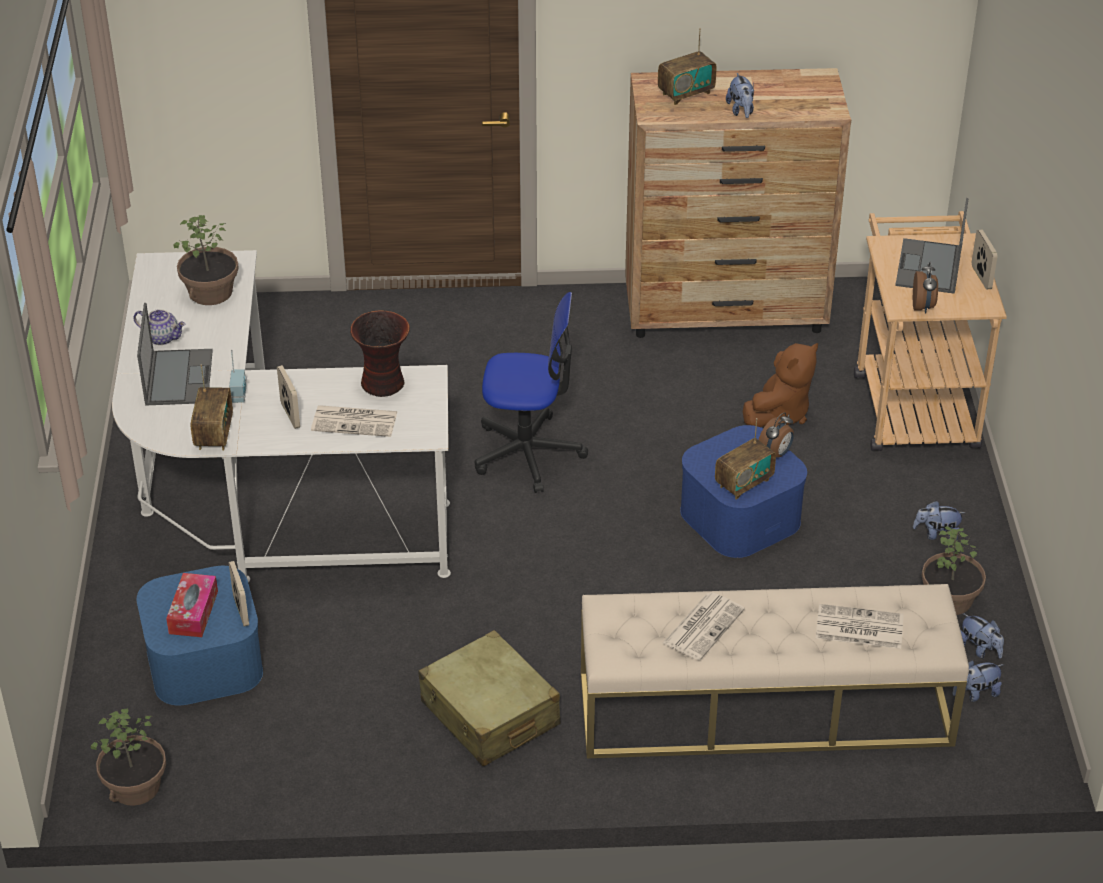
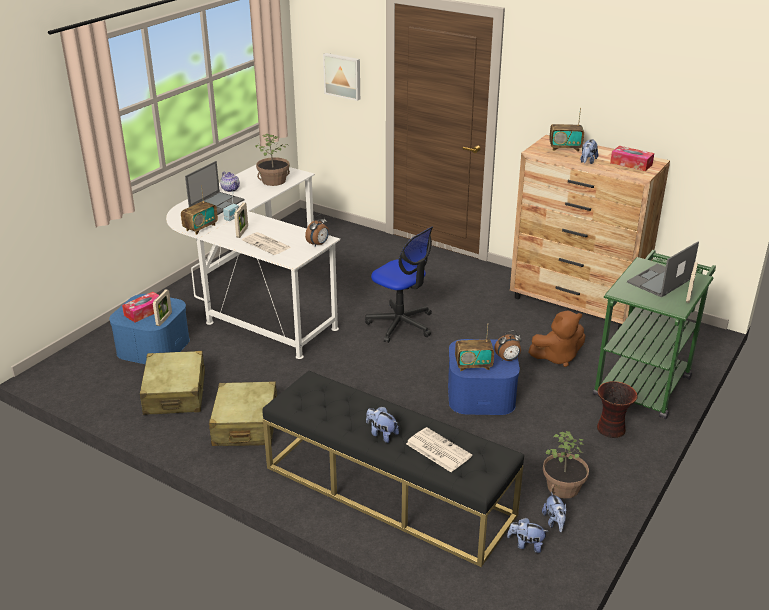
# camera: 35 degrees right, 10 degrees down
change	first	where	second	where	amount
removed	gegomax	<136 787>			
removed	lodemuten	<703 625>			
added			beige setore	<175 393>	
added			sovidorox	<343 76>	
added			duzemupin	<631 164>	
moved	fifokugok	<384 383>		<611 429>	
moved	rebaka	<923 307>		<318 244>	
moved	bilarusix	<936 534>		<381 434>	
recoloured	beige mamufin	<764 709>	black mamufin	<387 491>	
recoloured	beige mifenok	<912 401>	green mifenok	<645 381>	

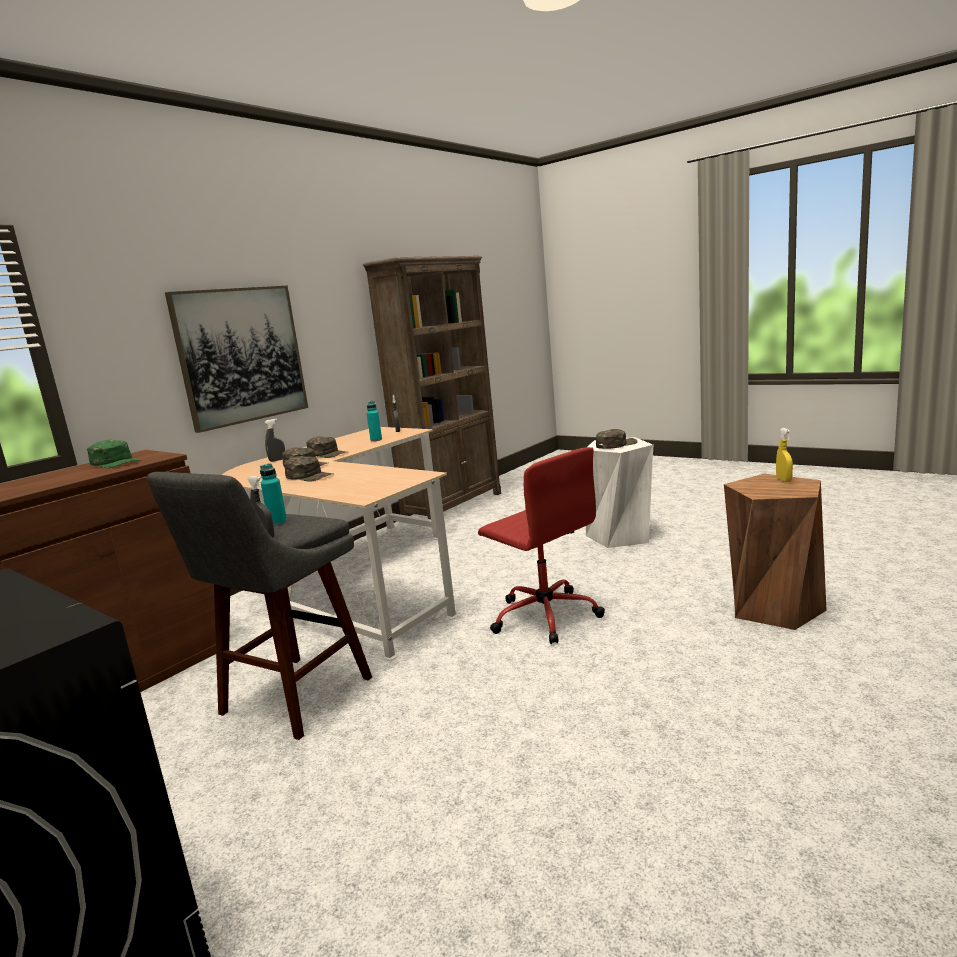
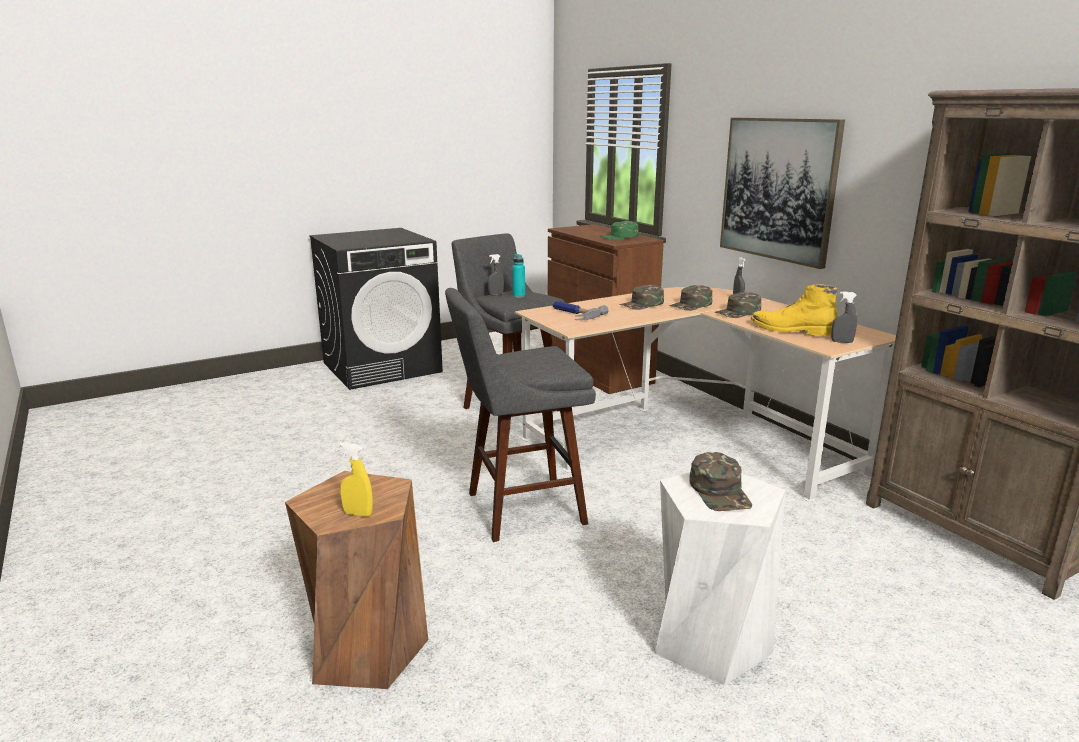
# camera: 110 degrees right, 5 degrees up
change	first	where	second	where	amount
added			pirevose	<573 314>	
replaced	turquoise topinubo	<376 440>	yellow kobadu	<790 330>	
replaced	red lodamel	<544 615>	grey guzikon	<519 509>	

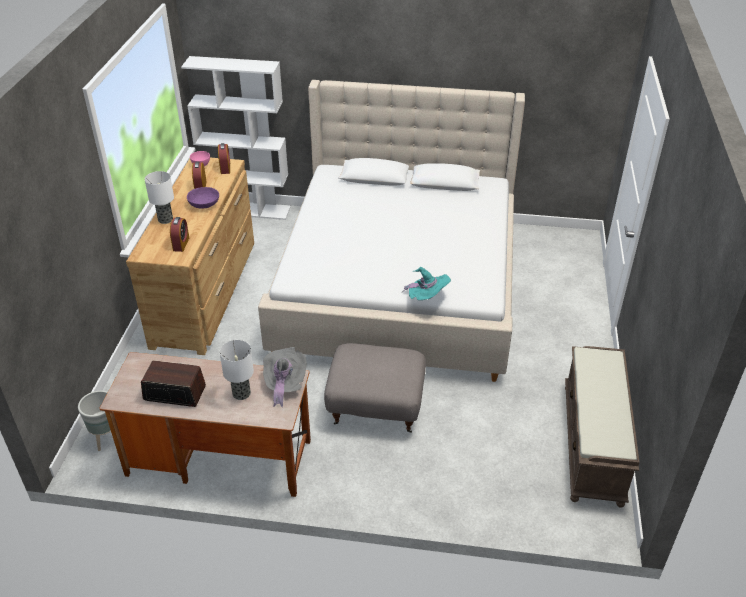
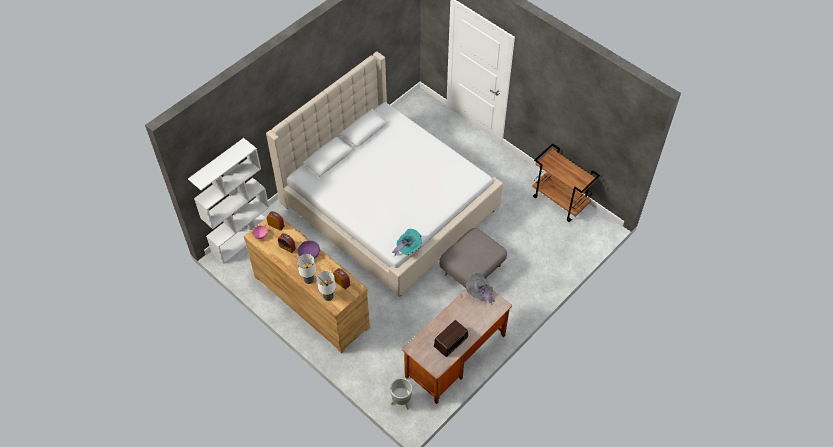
# camera: 55 degrees left, 15 degrees up
change	first	where	second	where	amount
moved	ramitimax	<241 394>		<328 296>	
moved	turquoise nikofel	<427 298>		<408 247>	
replaced	brown mamufin	<593 444>	brown mifenok	<560 201>	

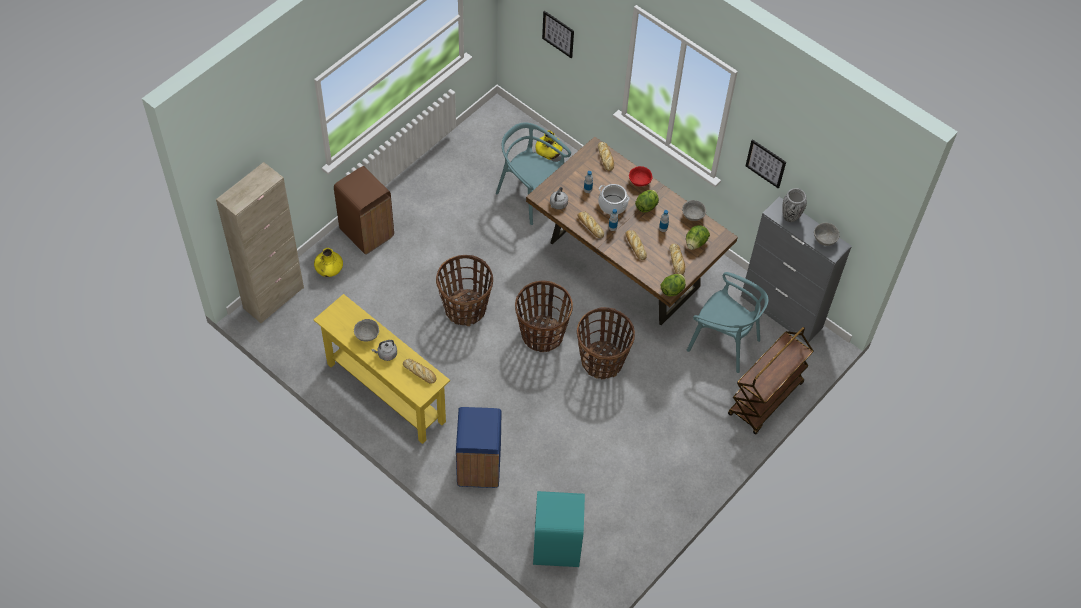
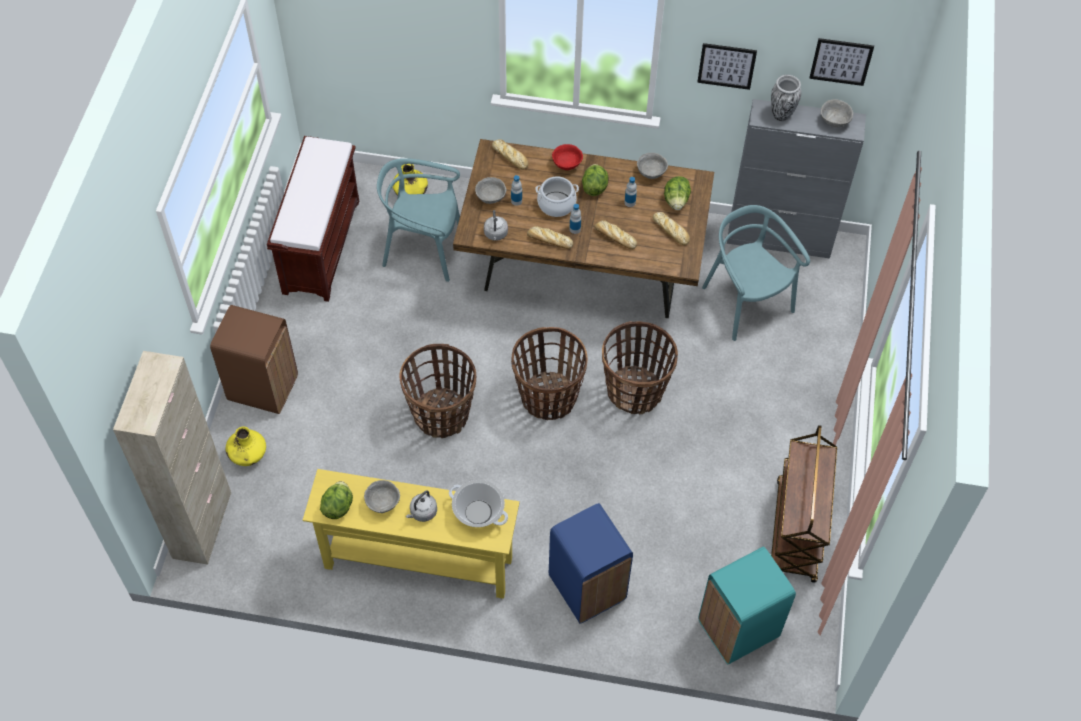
# camera: 30 degrees left, 0 degrees up
change	first	where	second	where	amount
added			brown mamufin	<321 245>	
added			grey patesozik	<490 198>	
moved	sovidorox	<558 34>		<841 61>	
moved	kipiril	<673 290>		<338 506>	
moved	brown mifenok	<765 400>		<796 532>	
replaced	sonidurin	<420 372>	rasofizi	<478 512>	
turned	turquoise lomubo	<723 342>		<746 302>	120 degrees counterclockwise

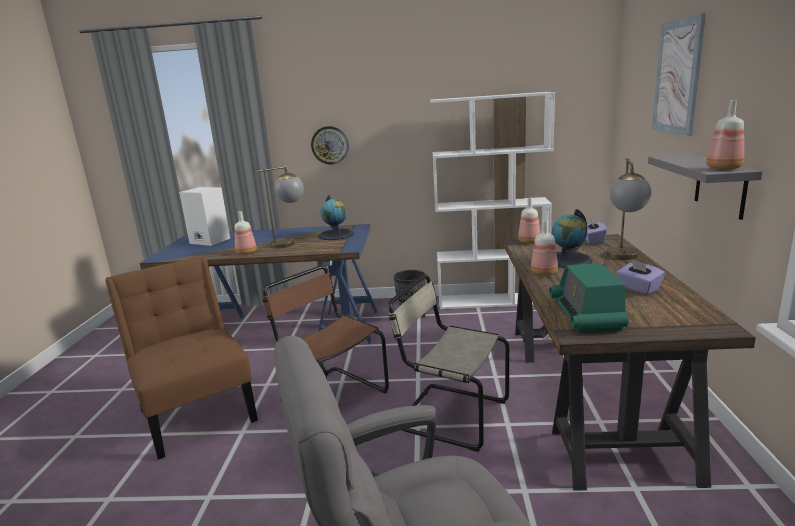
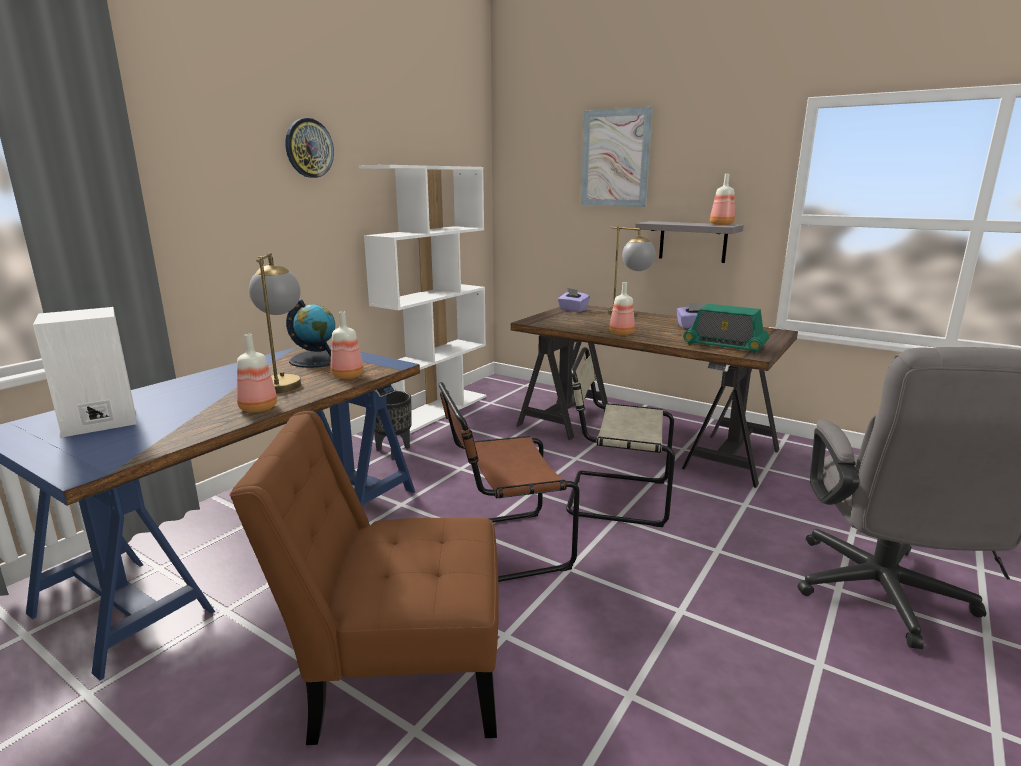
# camera: 60 degrees left, 0 degrees up
change	first	where	second	where	amount
removed	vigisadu	<568 260>			
moved	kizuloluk	<330 145>		<309 148>	
moved	topinubo	<529 241>		<347 375>	
turned	beige lomubo	<449 414>		<614 497>	45 degrees clockwise

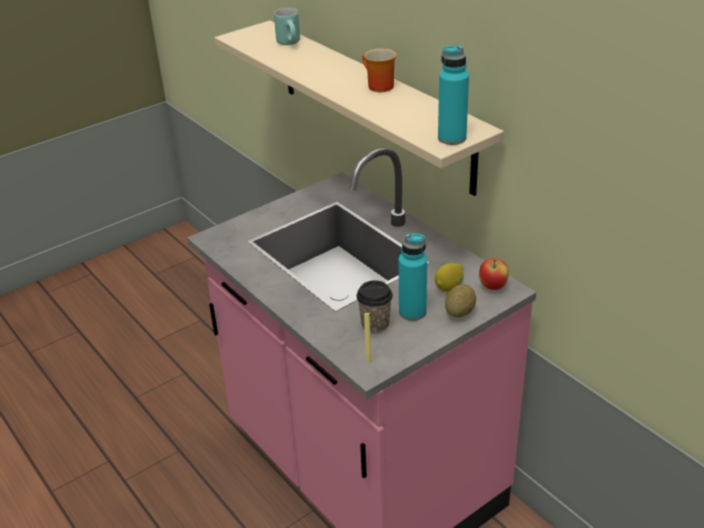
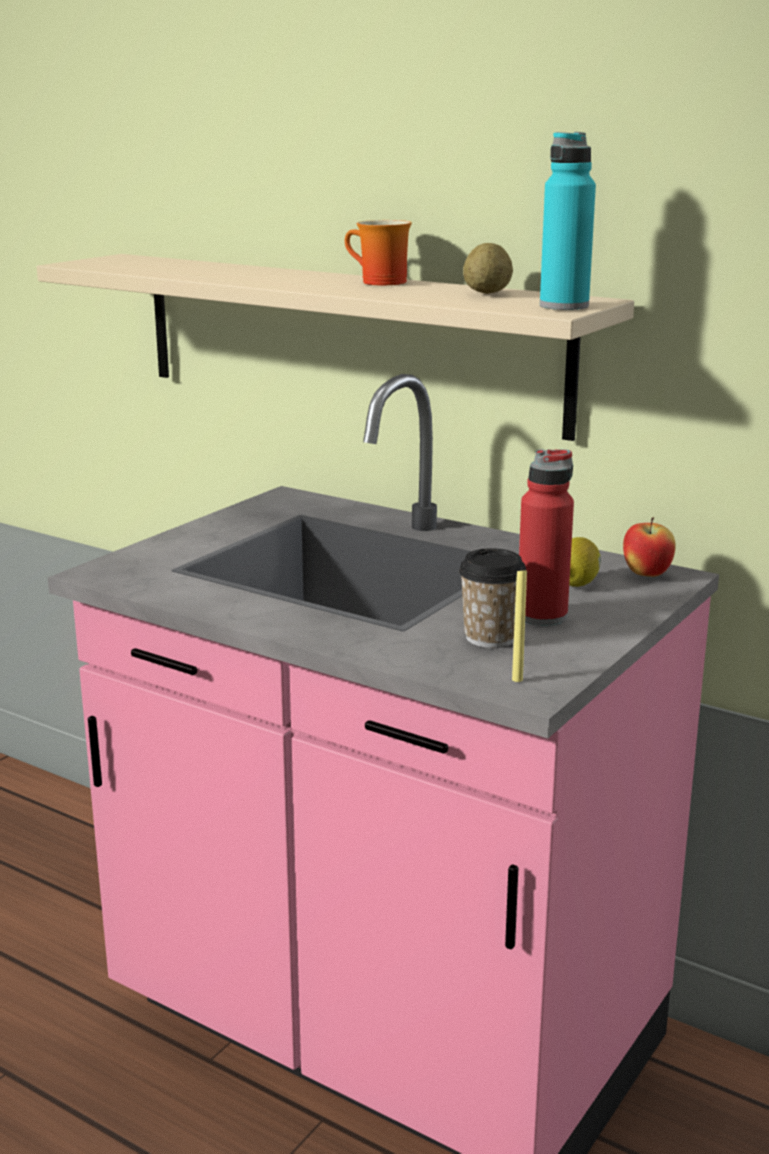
# camera: 20 degrees left, 15 degrees down
change	first	where	second	where	amount
removed	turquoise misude	<291 43>			
moved	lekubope	<459 312>		<487 293>	
recoloured	turquoise topinubo	<412 312>	red topinubo	<541 616>	

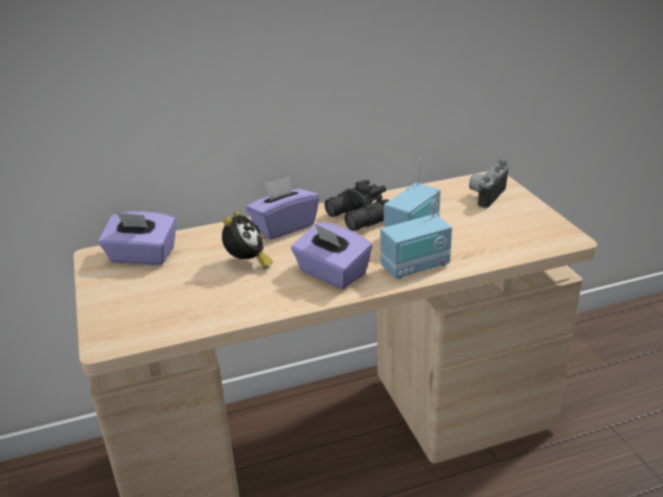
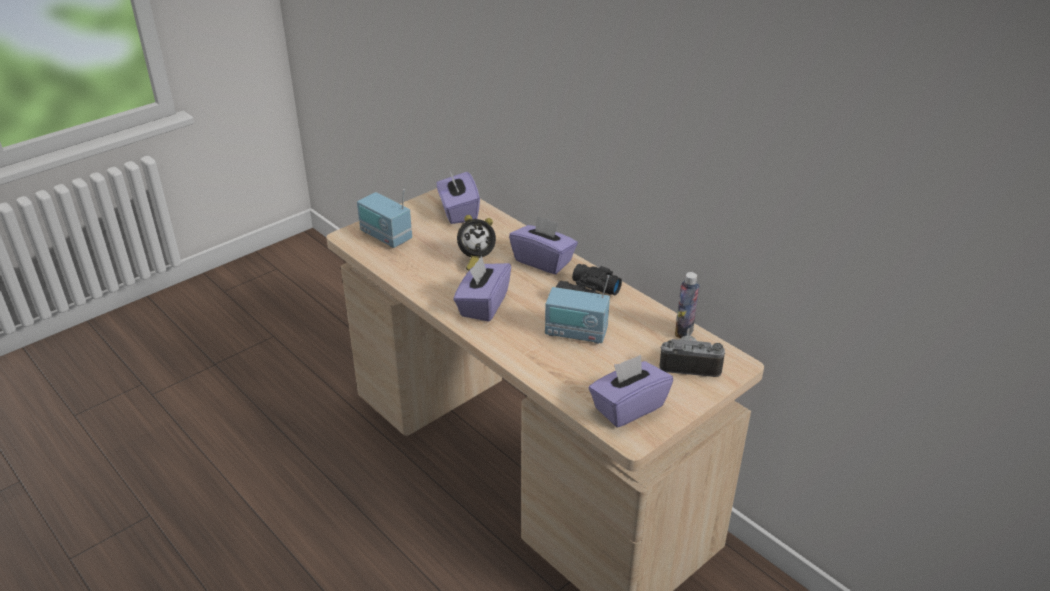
# camera: 65 degrees right, 5 degrees up
change	first	where	second	where	amount
added			purple duzemupin	<628 407>	
added			topinubo	<684 331>	
moved	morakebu	<415 267>		<385 236>	

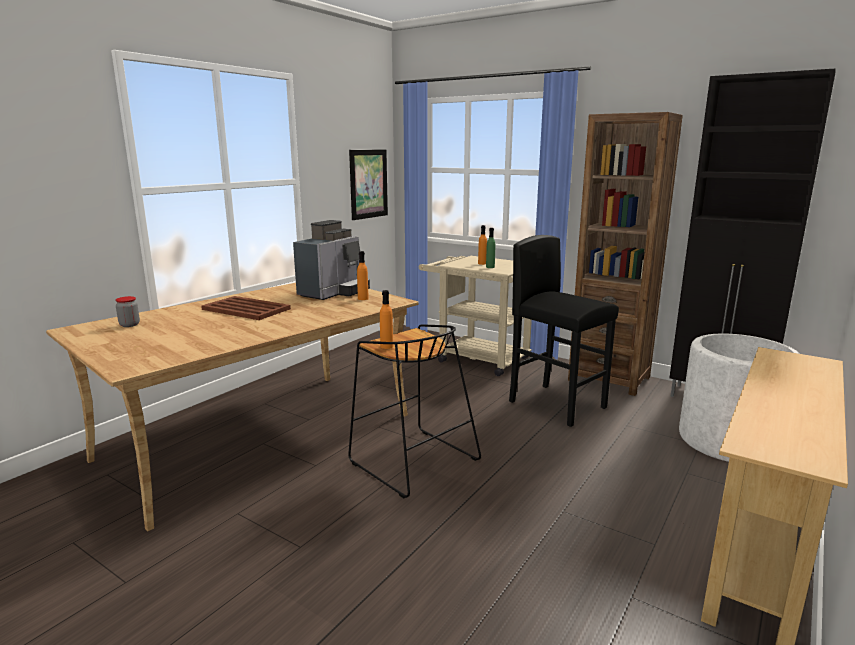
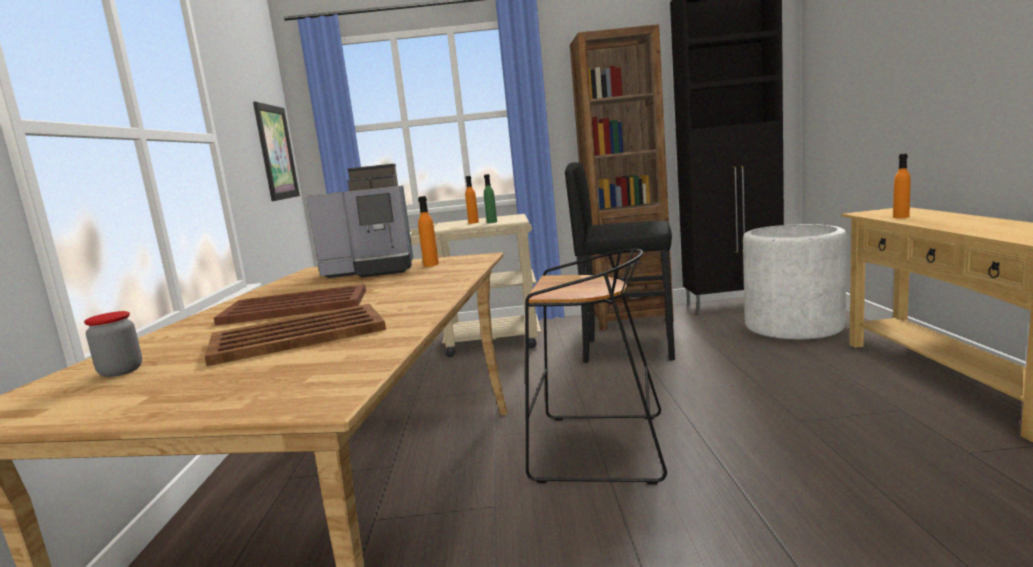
# camera: 35 degrees left, 5 degrees down
change	first	where	second	where	amount
added			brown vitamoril	<300 335>	
moved	orange topinubo	<386 346>		<901 217>	
turned	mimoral	<334 292>		<373 270>	90 degrees clockwise

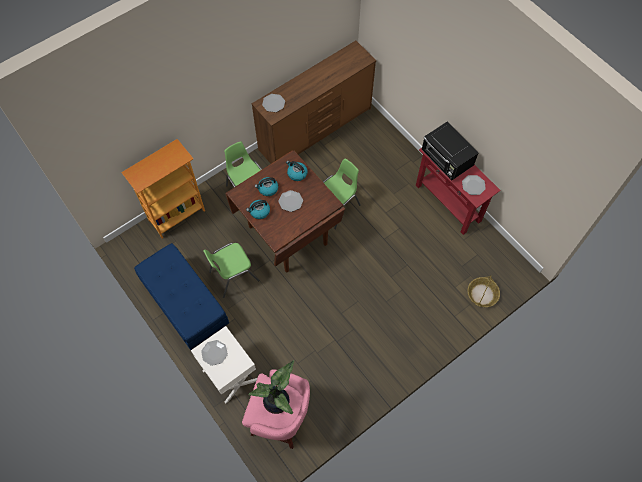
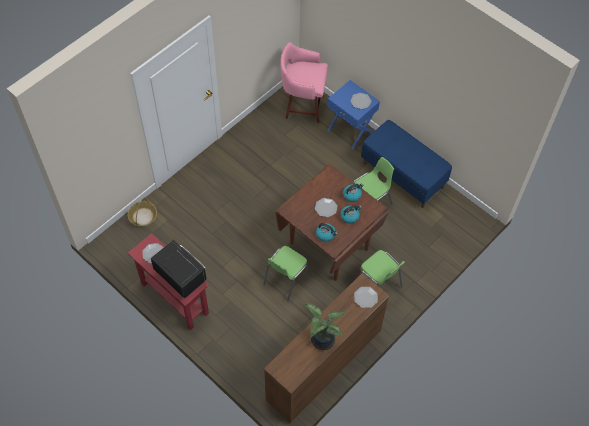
# camera: 170 degrees right, 5 degrees down
change	first	where	second	where	amount
removed	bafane	<176 215>			
moved	gegomax	<278 401>		<321 340>	
recoloured	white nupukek	<229 375>	blue nupukek	<350 130>	

